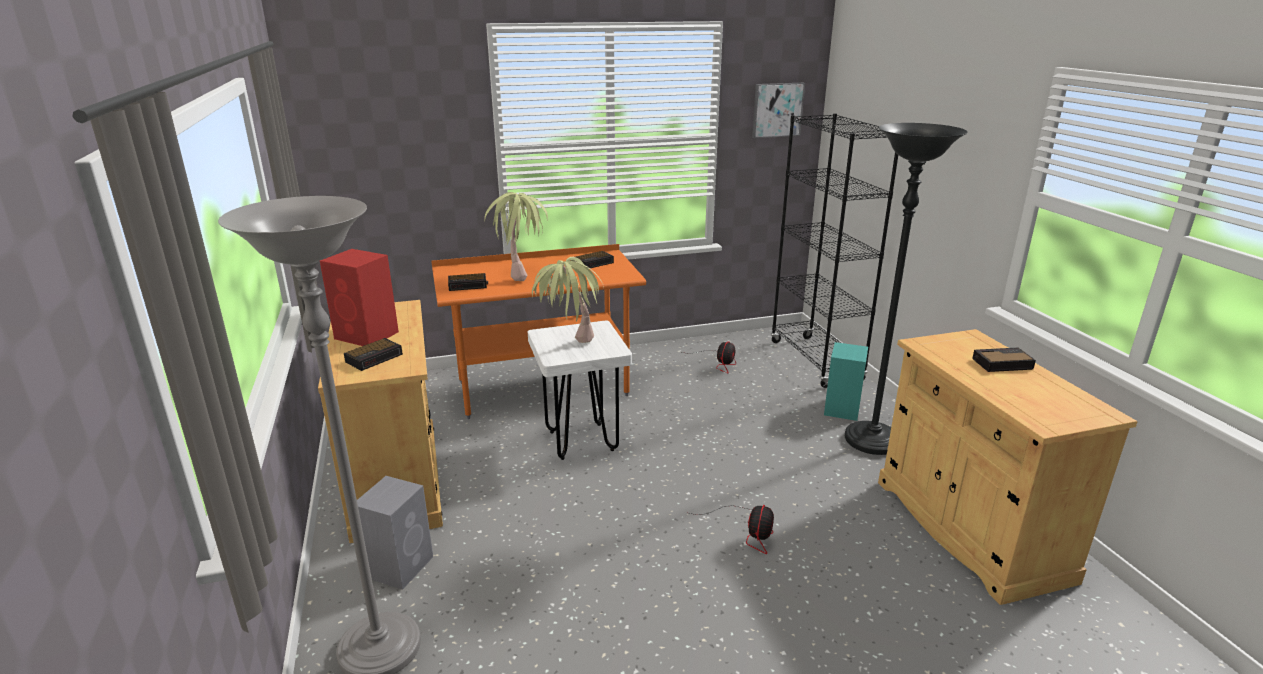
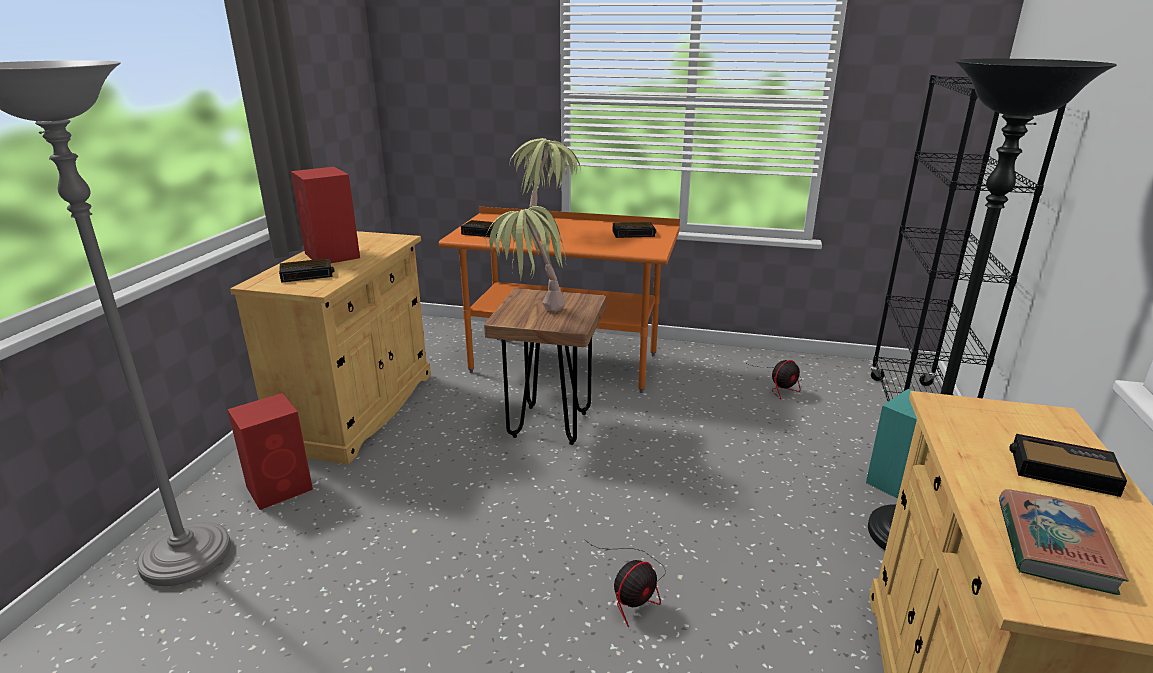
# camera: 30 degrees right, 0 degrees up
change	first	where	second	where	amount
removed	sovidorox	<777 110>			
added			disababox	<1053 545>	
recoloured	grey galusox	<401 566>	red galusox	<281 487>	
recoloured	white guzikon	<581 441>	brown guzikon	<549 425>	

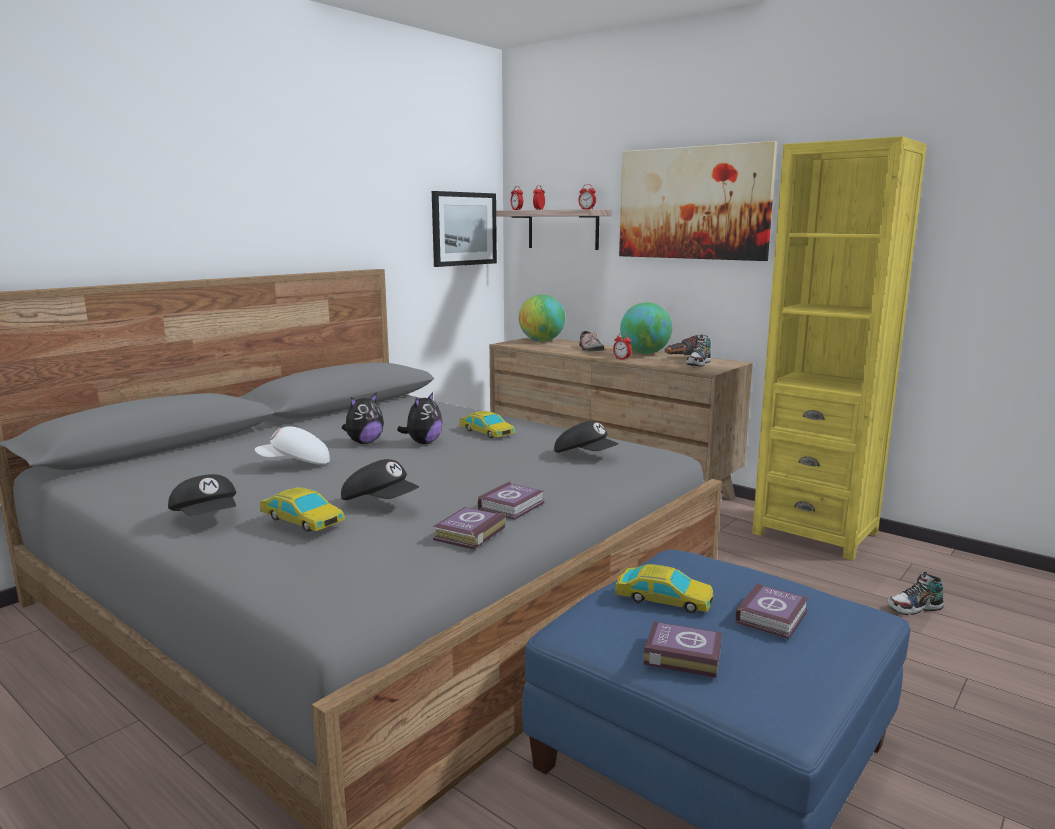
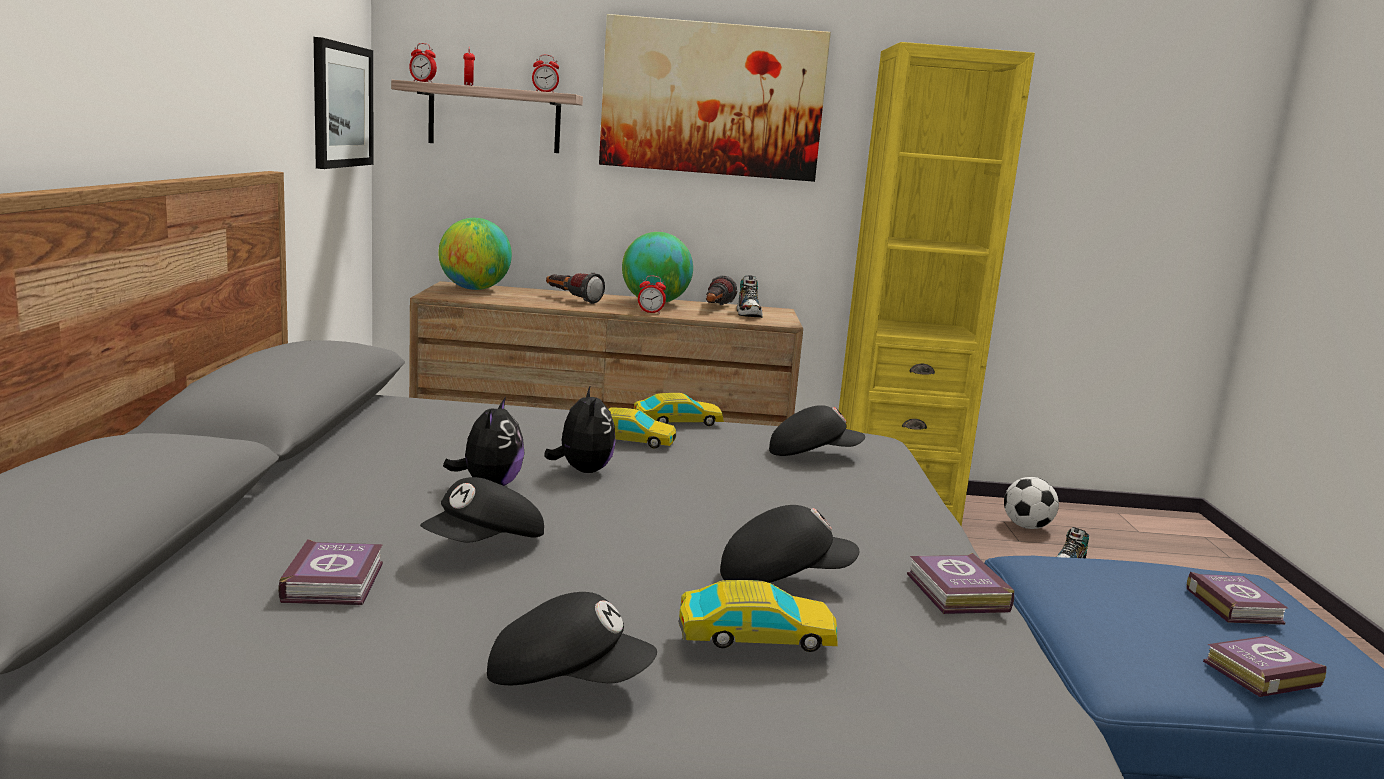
# camera: 40 degrees left, 0 degrees up
change	first	where	second	where	amount
added			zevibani	<1027 527>	
moved	disababox	<513 506>		<336 581>	
moved	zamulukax	<664 598>		<677 421>	
replaced	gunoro	<589 349>	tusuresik	<571 299>	
recoloured	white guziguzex	<295 464>	black guziguzex	<485 545>	

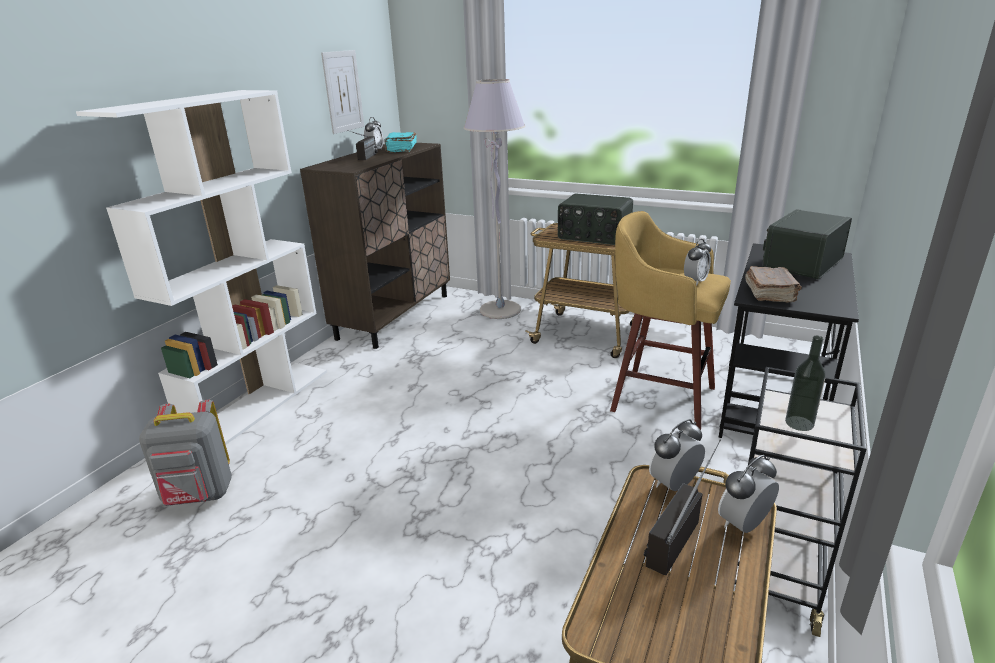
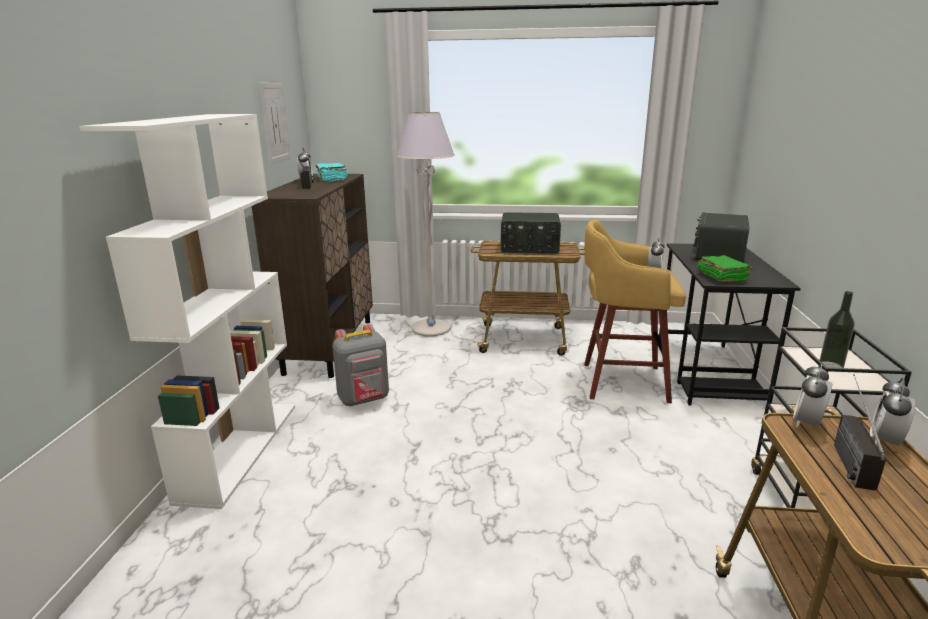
# camera: 20 degrees left, 5 degrees down
change	first	where	second	where	amount
moved	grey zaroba	<199 496>		<364 400>	
recoloured	brown disababox	<770 294>	green disababox	<722 277>	

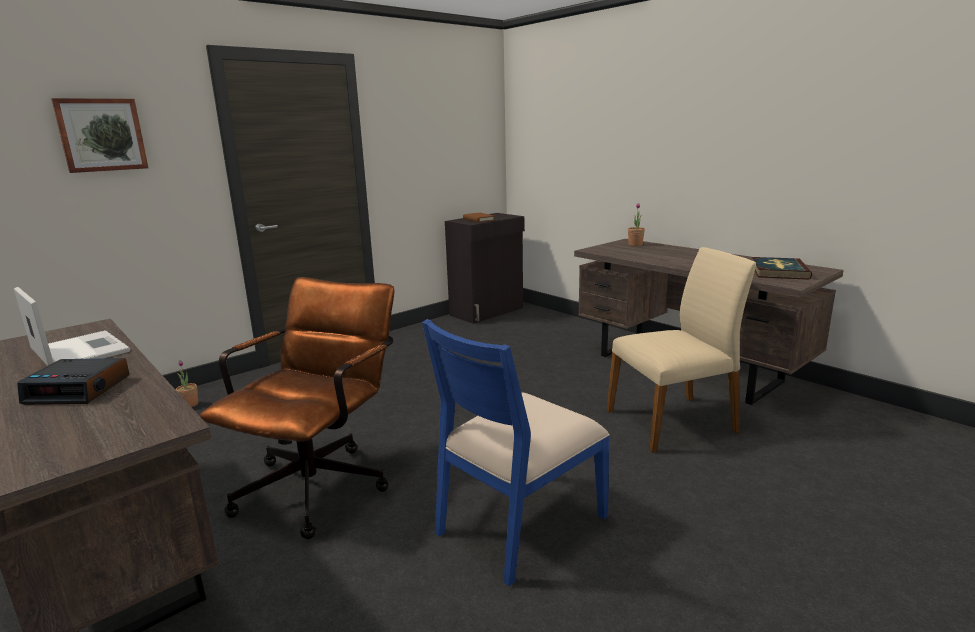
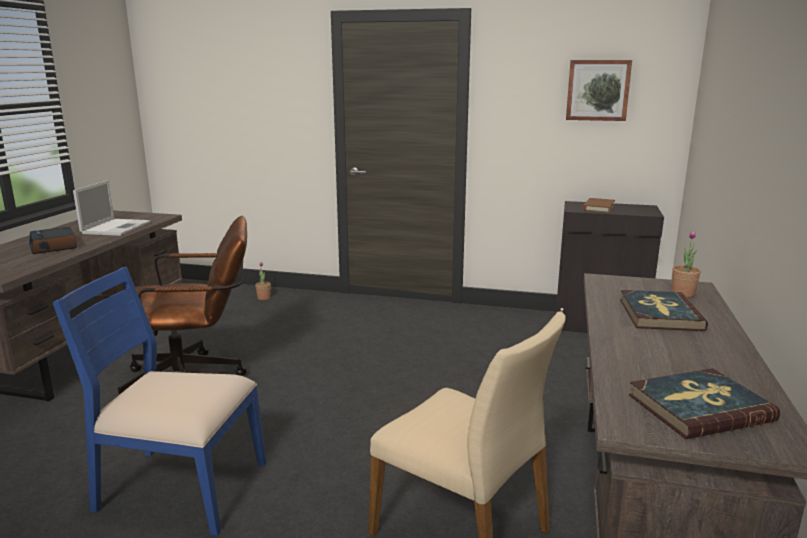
# camera: 55 degrees right, 0 degrees up
change	first	where	second	where	amount
added			disababox	<659 314>	
moved	sovidorox	<101 135>		<598 90>	

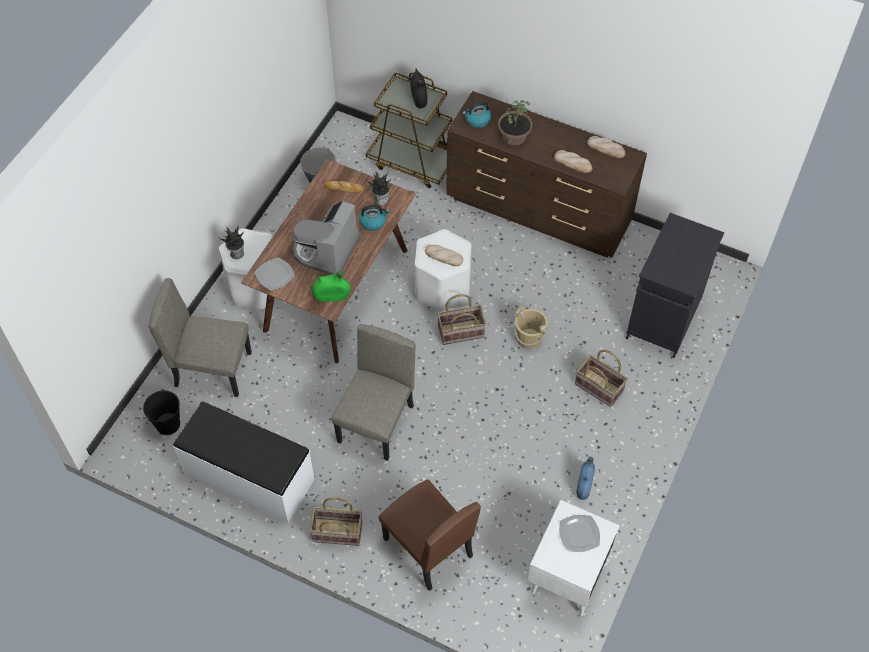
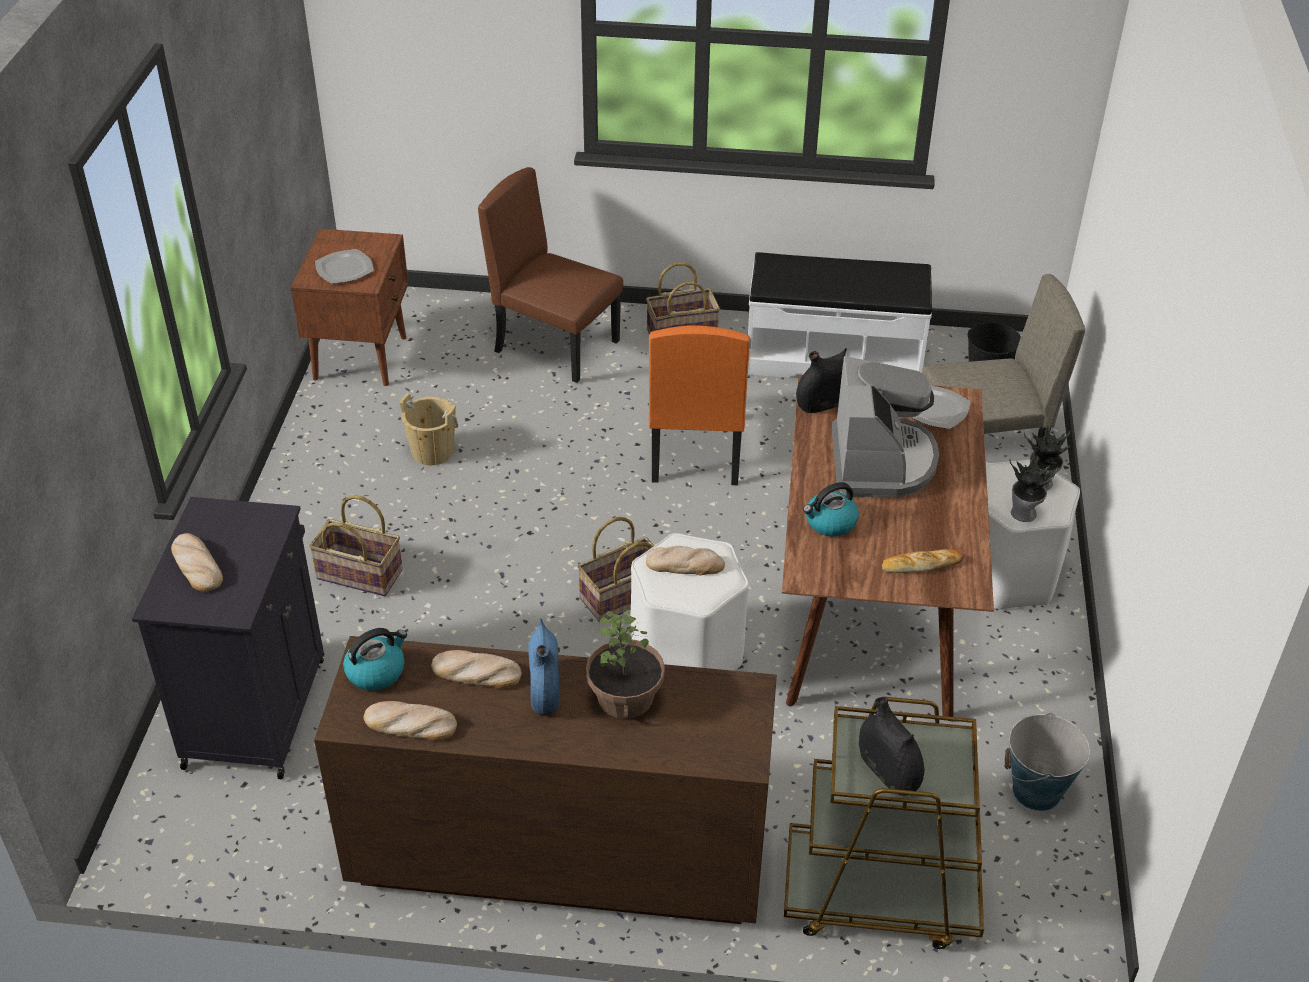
# camera: 160 degrees right, 15 degrees down
change	first	where	second	where	amount
added			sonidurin	<196 565>	
moved	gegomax	<380 199>		<1024 514>	
moved	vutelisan	<477 120>		<376 671>	
moved	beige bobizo	<529 338>		<432 451>	
moved	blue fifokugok	<584 485>		<545 689>	
recoloured	green fifokugok	<332 296>	black fifokugok	<825 403>	
recoloured	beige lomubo	<376 424>	orange lomubo	<695 448>	
recoloured	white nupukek	<566 579>	brown nupukek	<361 357>	

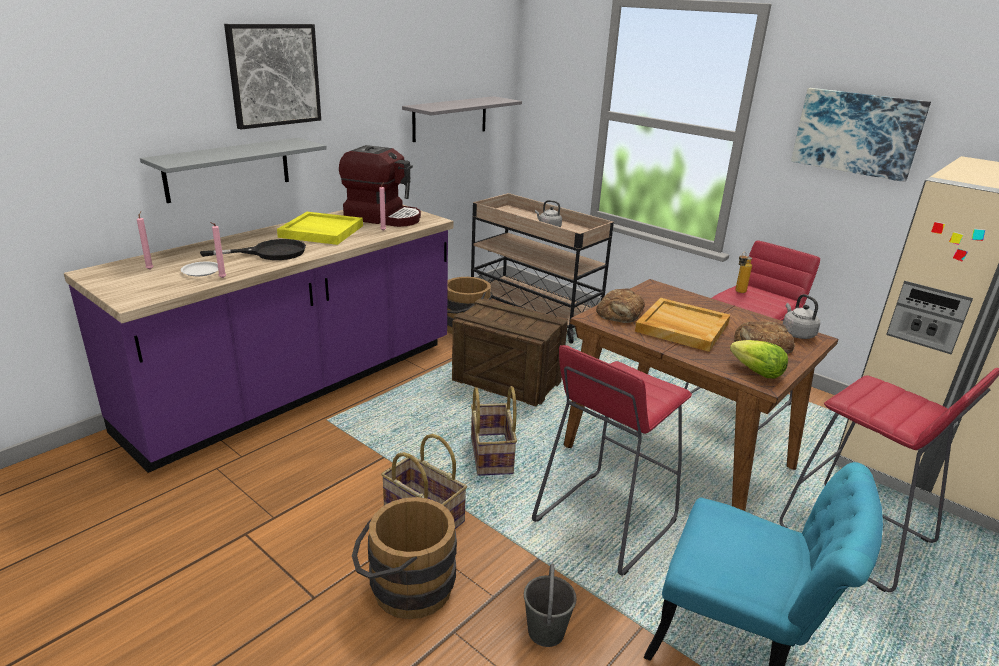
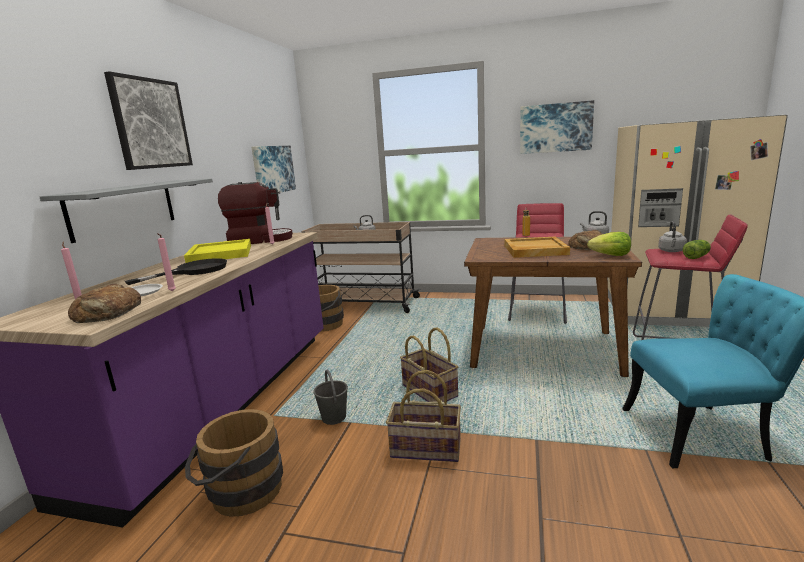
# camera: 25 degrees left, 10 degrees down
change	first	where	second	where	amount
removed	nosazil	<508 380>			
removed	red guzikon	<604 521>			
added			grey vutelisan	<671 251>	
added			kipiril	<697 257>	
moved	brown bobizo	<404 587>		<239 493>	
moved	grey bobizo	<546 630>		<334 417>	
moved	sonidurin	<620 312>		<108 312>	
replaced	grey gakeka	<450 118>	sovidorox	<273 169>	

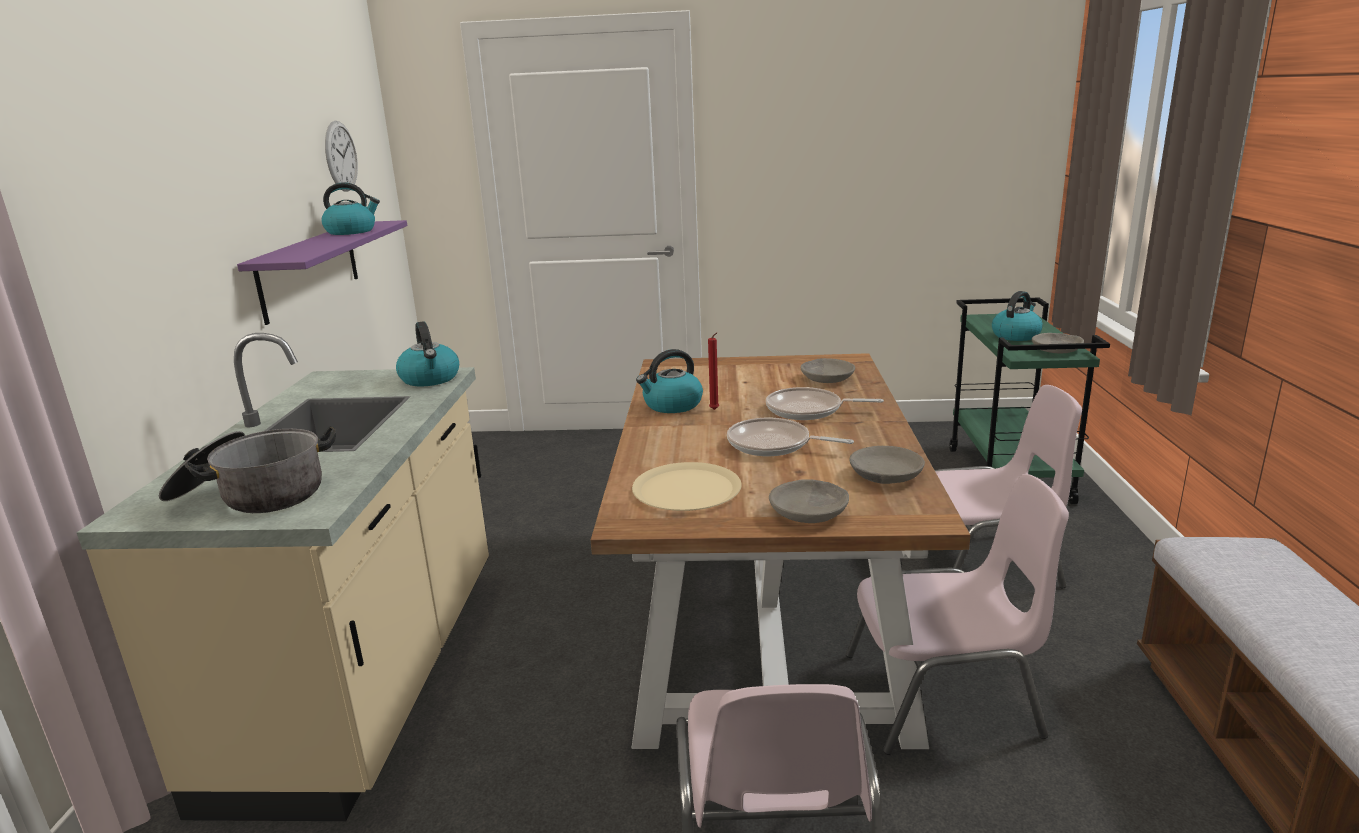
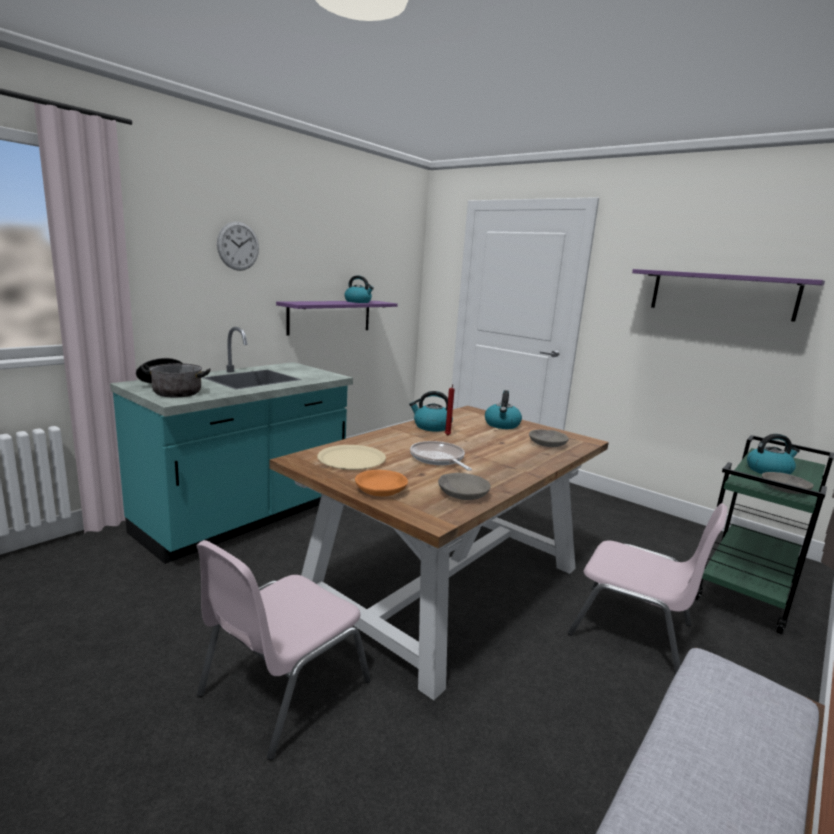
# camera: 35 degrees right, 5 degrees down
change	first	where	second	where	amount
removed	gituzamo	<808 410>			
removed	pink lomubo	<944 696>			
added			purple gakeka	<722 294>	
moved	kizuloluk	<341 156>		<238 246>	
moved	vutelisan	<430 379>		<502 425>	
recoloured	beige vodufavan	<370 677>	turquoise vodufavan	<245 517>	
recoloured	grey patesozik	<809 512>	orange patesozik	<381 490>	

